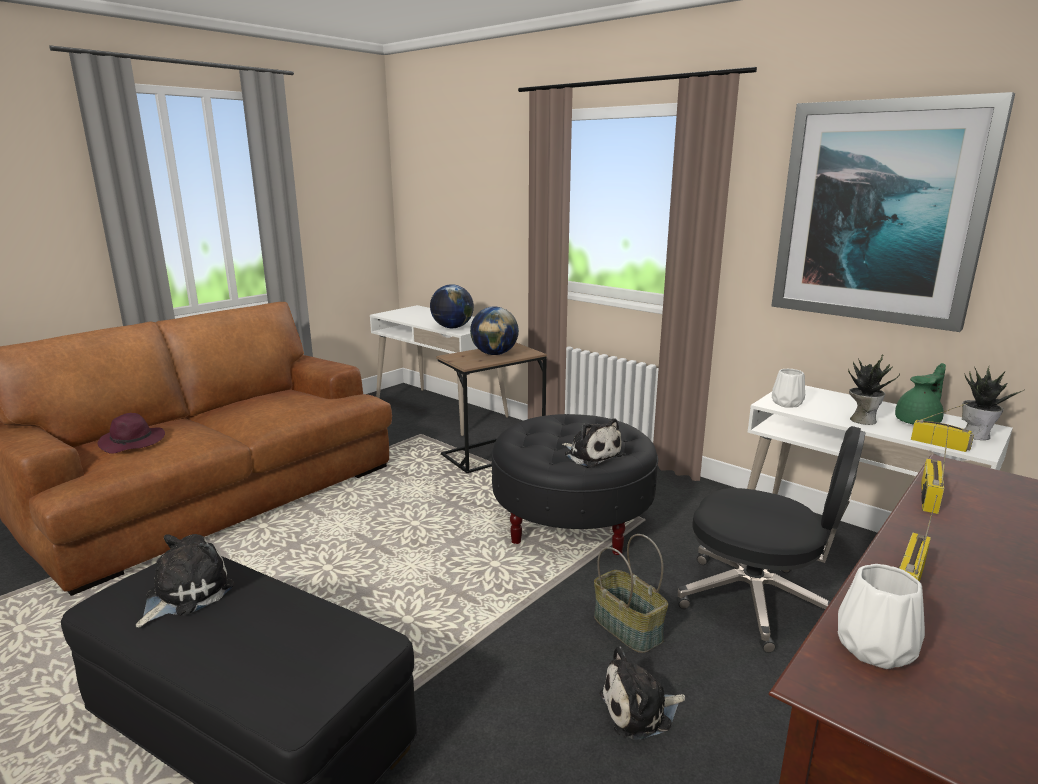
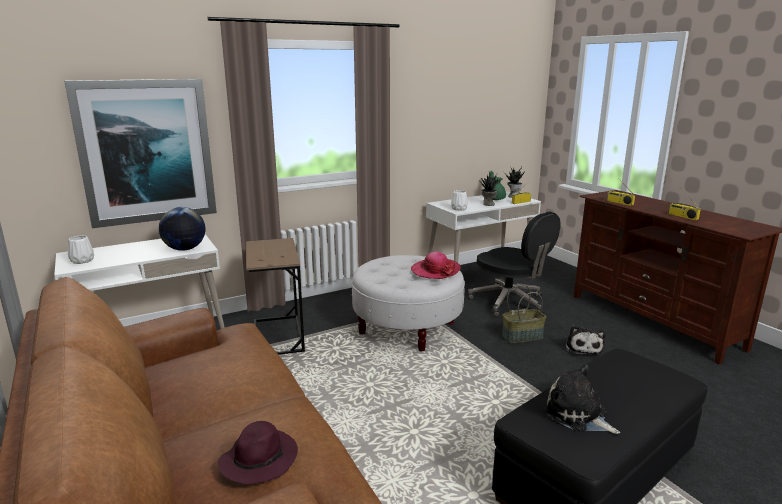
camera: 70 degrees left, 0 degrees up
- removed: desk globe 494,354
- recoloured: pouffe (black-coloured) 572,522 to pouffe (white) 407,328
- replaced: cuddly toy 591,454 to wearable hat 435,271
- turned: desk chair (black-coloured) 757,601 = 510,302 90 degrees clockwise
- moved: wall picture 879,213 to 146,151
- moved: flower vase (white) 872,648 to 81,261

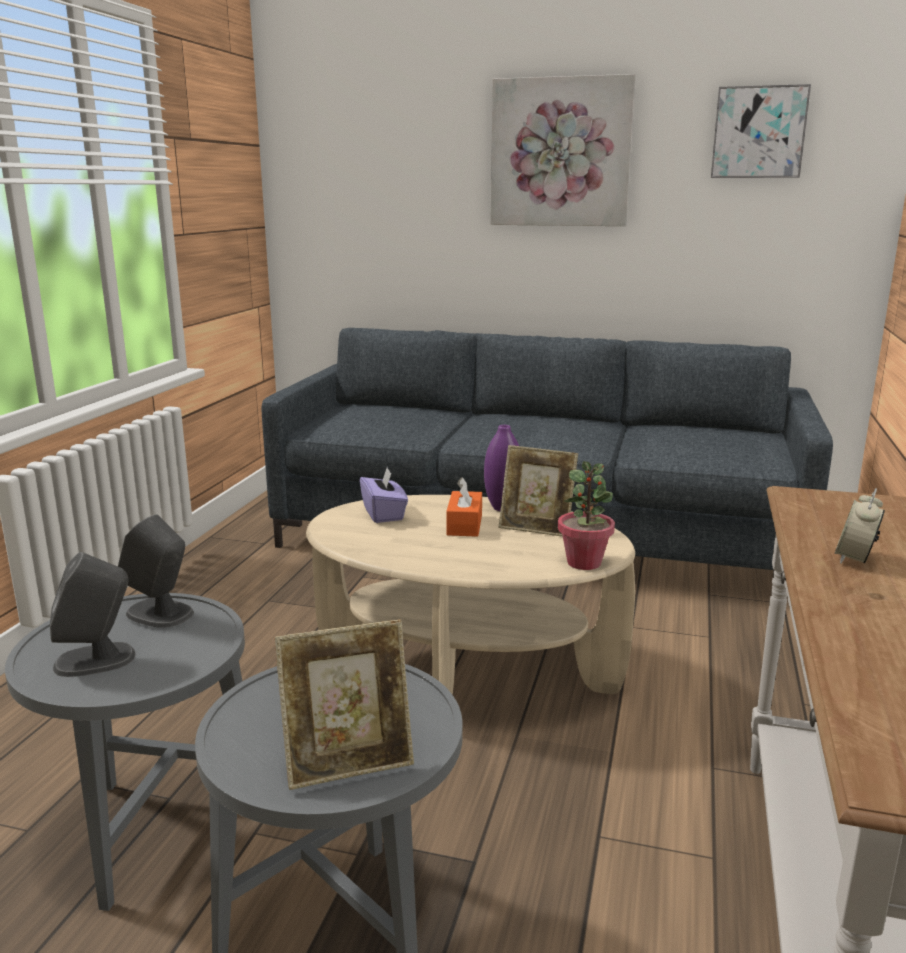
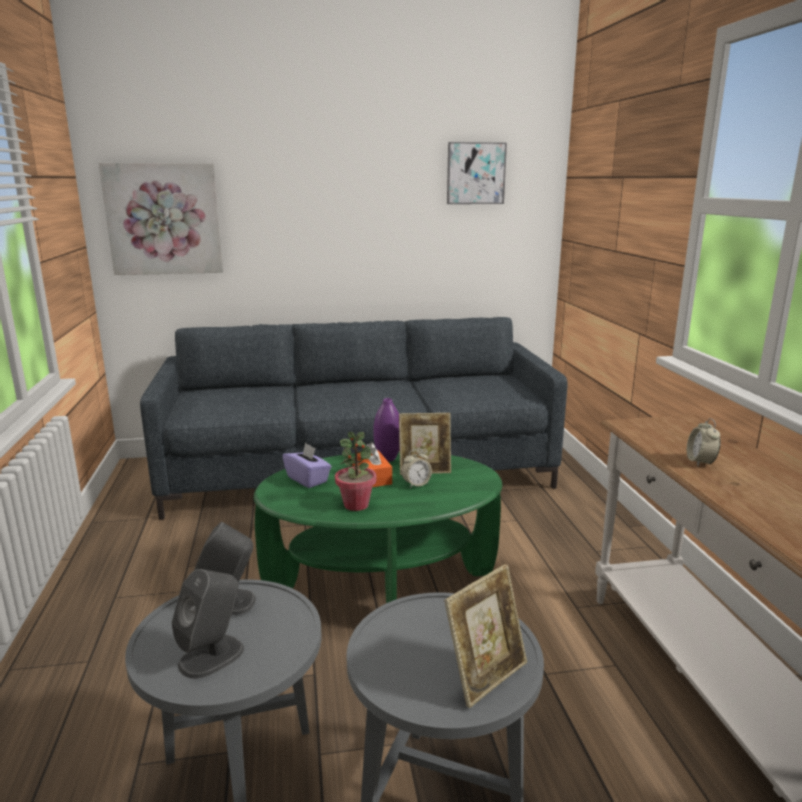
camera: 25 degrees left, 0 degrees up
- recoloured: low table (beige-coloured) 465,671 to low table (green) 381,584
- moved: wall picture 560,153 to 164,219
- moved: potted plant 584,562 to 356,504
- added: table clock 416,484

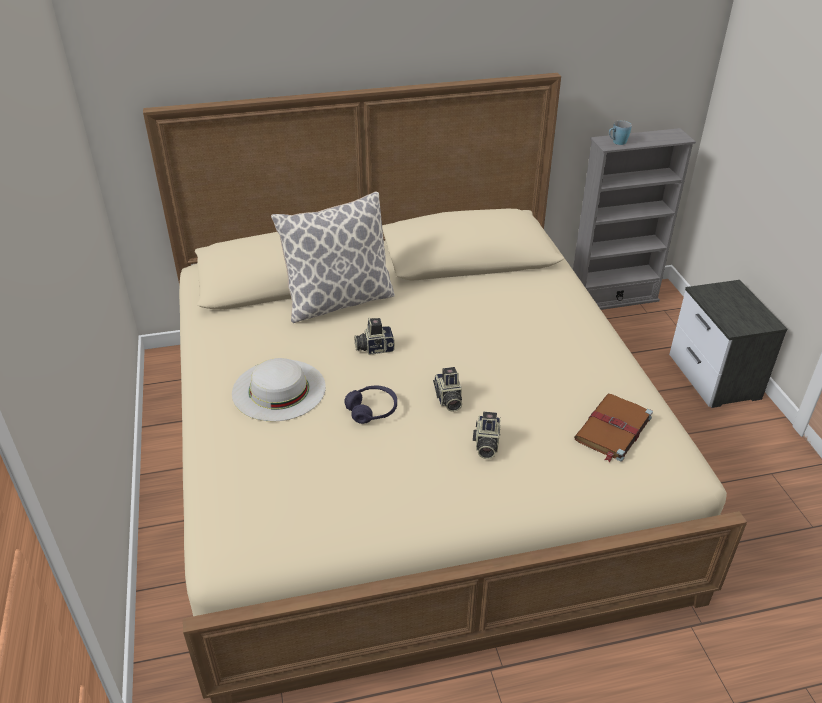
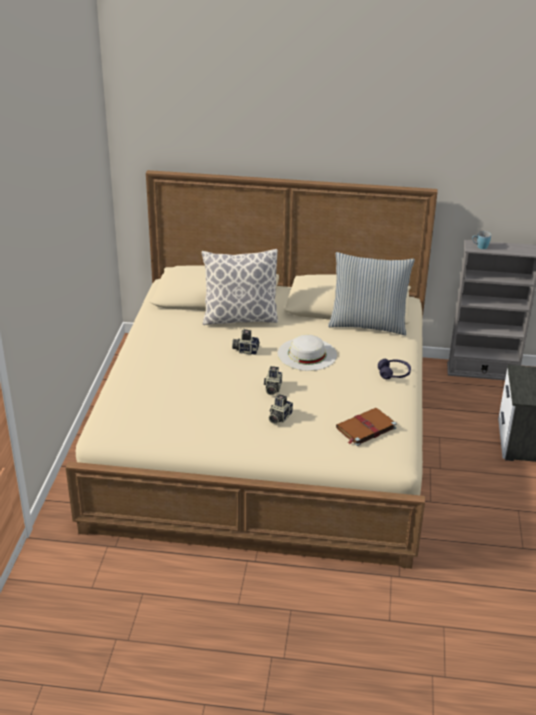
camera: 20 degrees right, 5 degrees down
- moved: wearable hat (white) 279,389 to 307,354
- moved: headphones (purplish) 372,410 to 394,374
- added: pillow 368,324

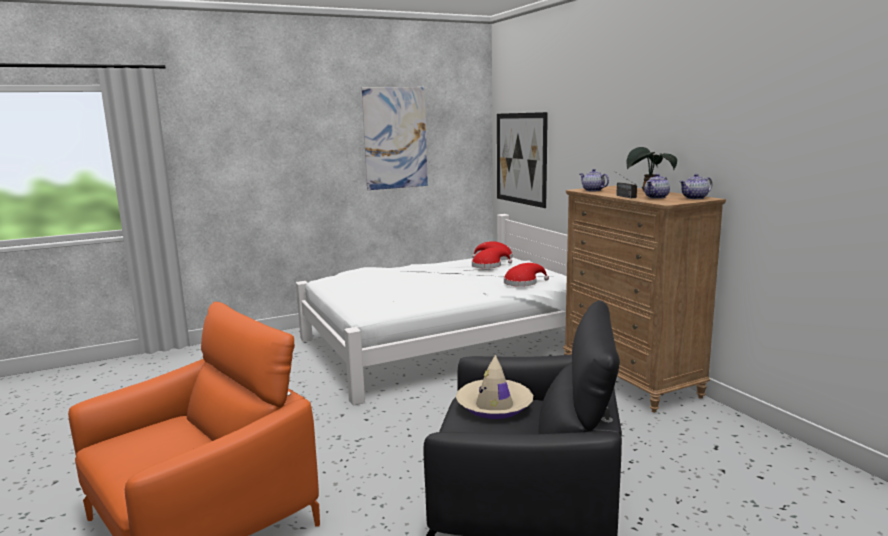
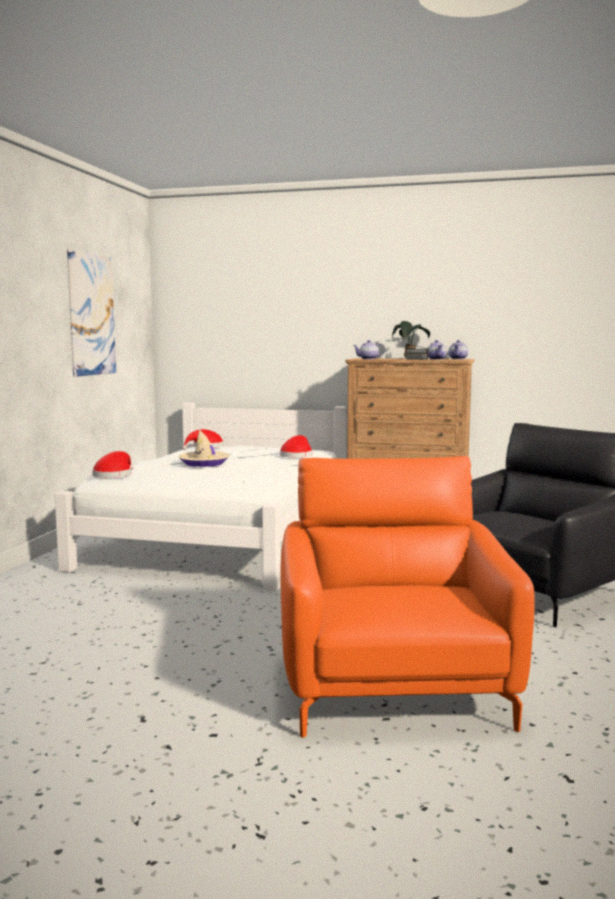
camera: 50 degrees left, 5 degrees down
- moved: wearable hat (beige-coloured) 494,406 to 204,463
- moved: wearable hat (red) 489,266 to 114,475
- removed: wall picture 520,158

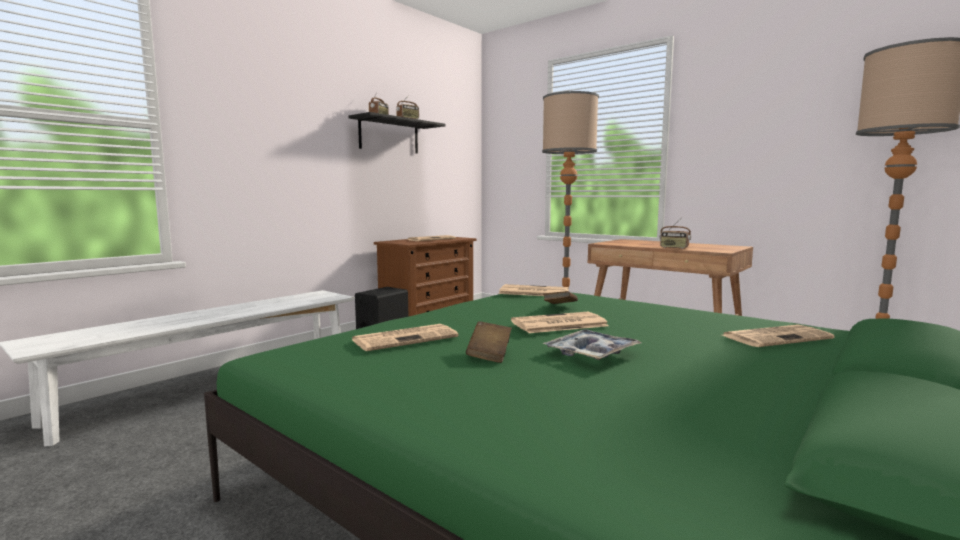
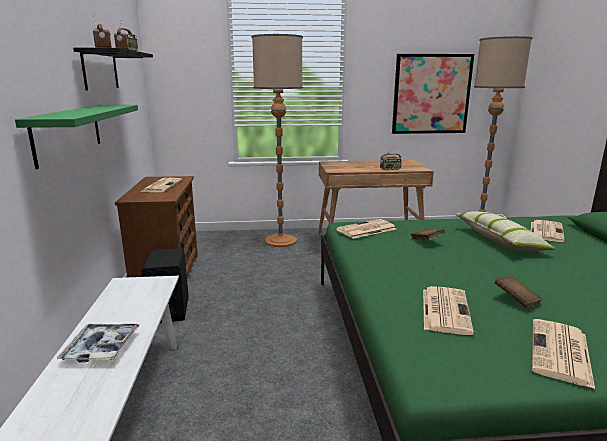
camera: 45 degrees left, 10 degrees up
- moved: printed paper 558,324 to 561,353
- moved: tray 591,353 to 101,348
- added: shelf (green) 68,132
- added: wall picture 431,94
- added: pillow 499,240

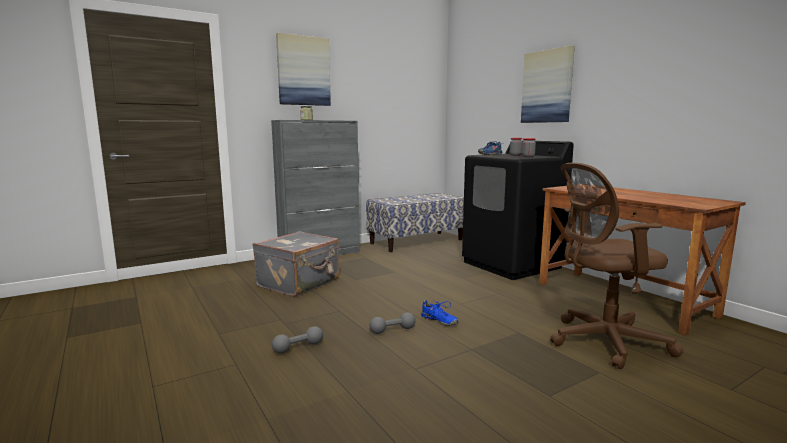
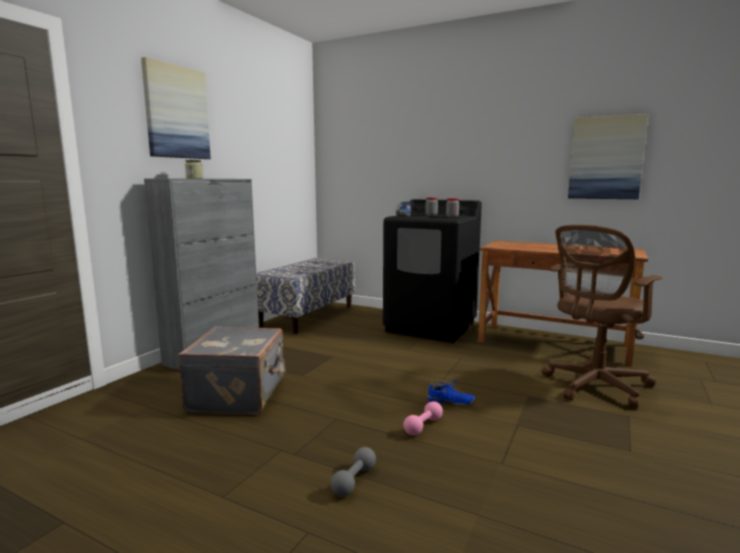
camera: 30 degrees left, 0 degrees up
- recoloured: hand weight (greyish) 392,330 to hand weight (pink) 423,426
- moved: wall picture 547,86 to 606,158

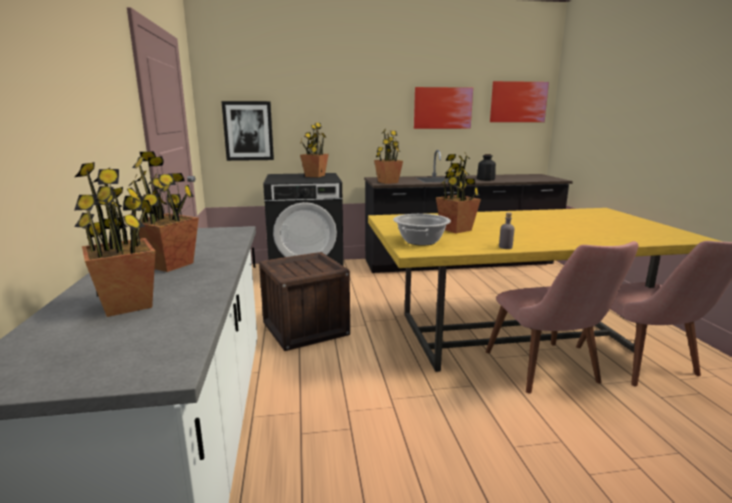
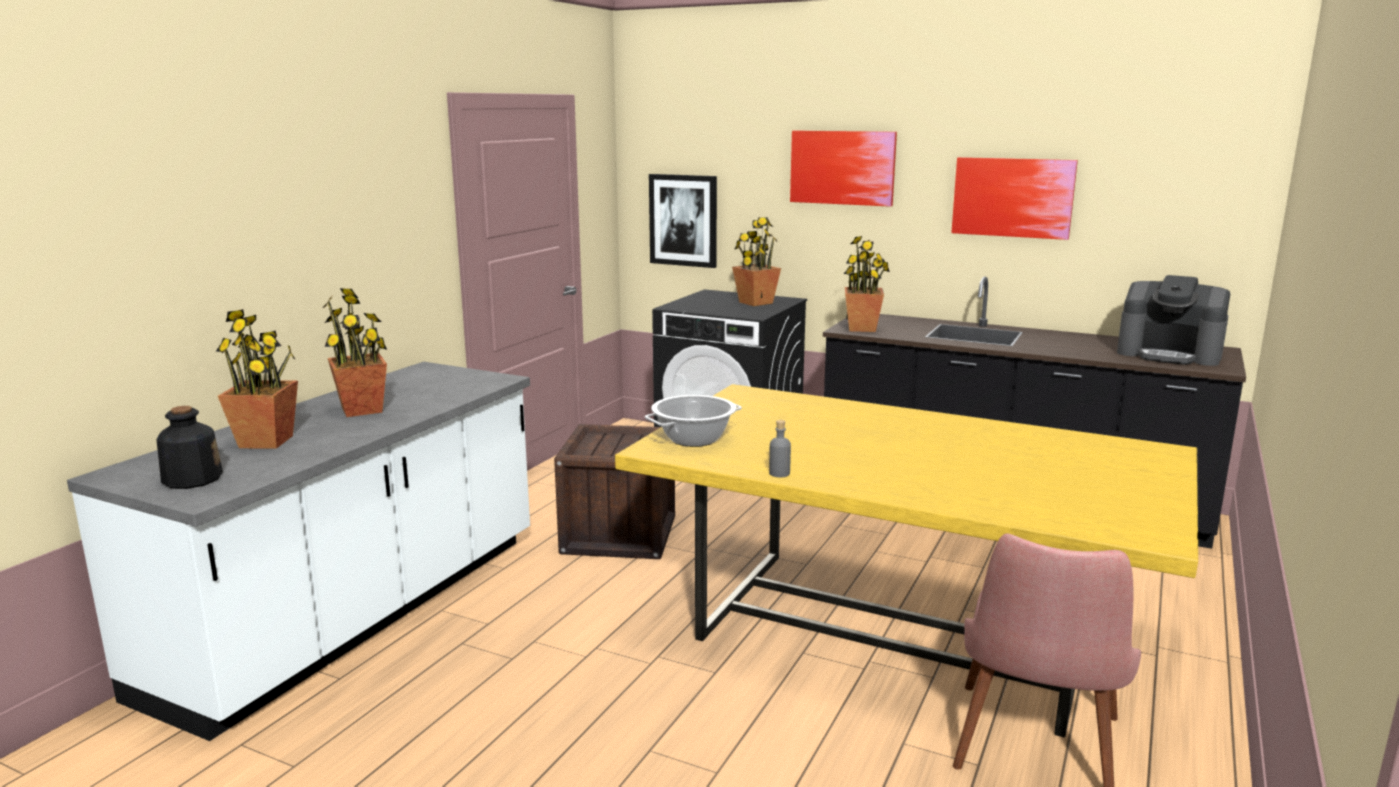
camera: 35 degrees right, 0 degrees up
- removed: potted plant 456,229
- moved: drink bottle 485,179 to 191,479
- removed: upright chair (pink) 549,373
- moved: wall picture 518,102 to 842,167
- added: coffee maker 1169,354

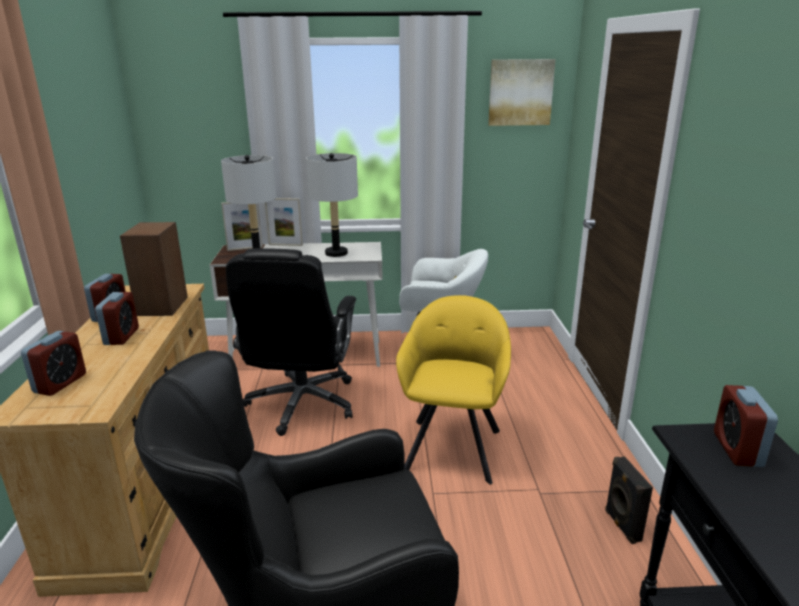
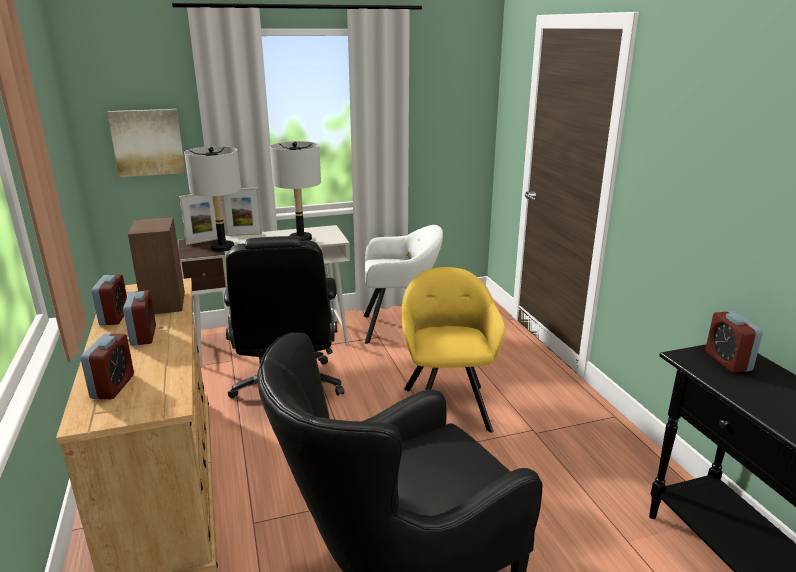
camera: 15 degrees left, 0 degrees up
- moved: wall picture 520,92 to 148,142
- removed: audio speaker (black-coloured) 621,525

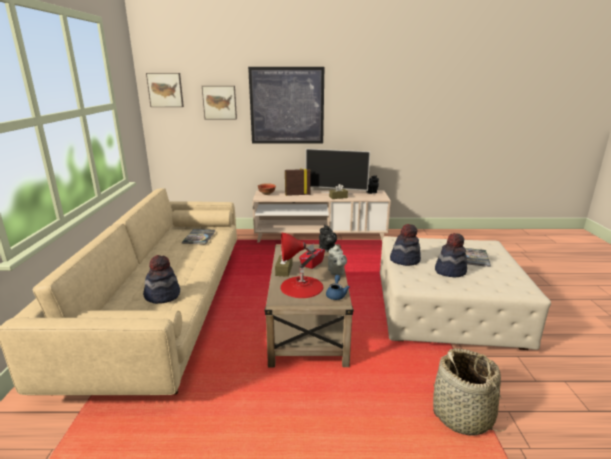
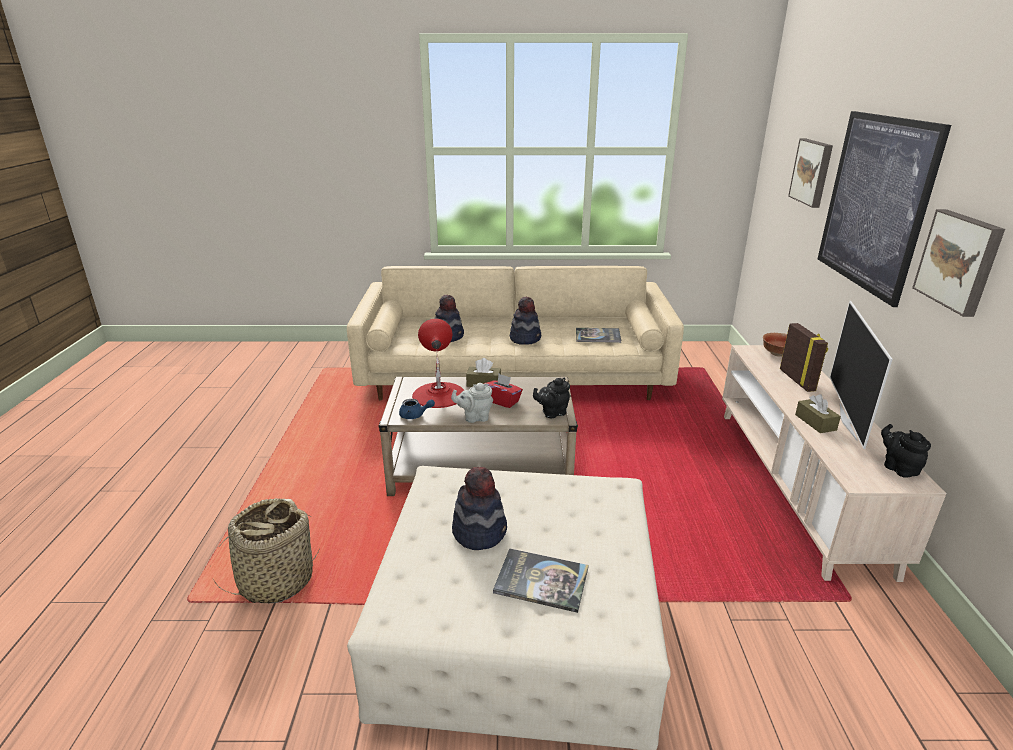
camera: 90 degrees right, 5 degrees up
- moved: wall picture 165,90 to 959,261
- moved: wearable hat 405,260 to 525,338

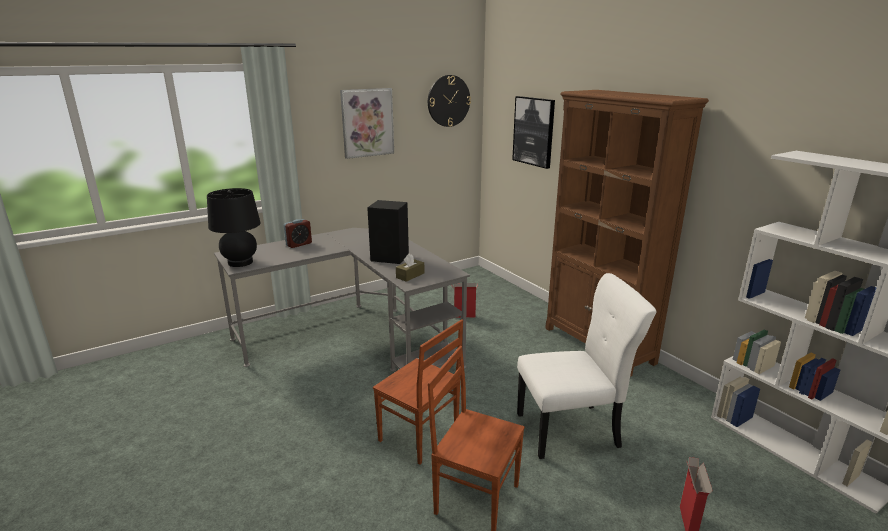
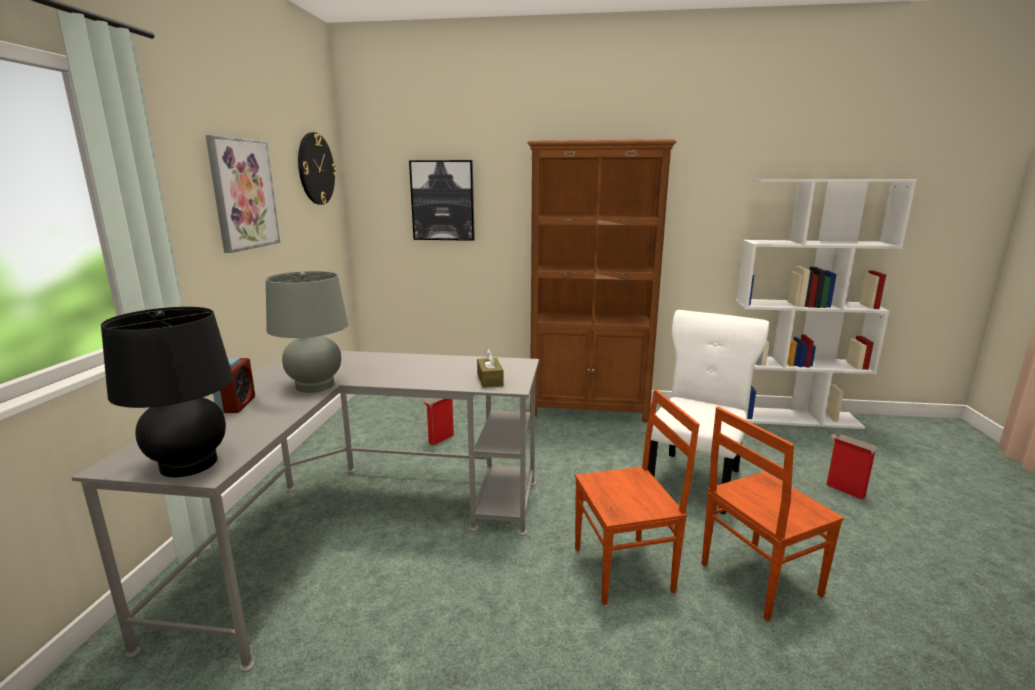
camera: 50 degrees left, 5 degrees down
- removed: audio speaker (black-coloured) 390,257
- added: lamp for a table (greyish) 315,385

